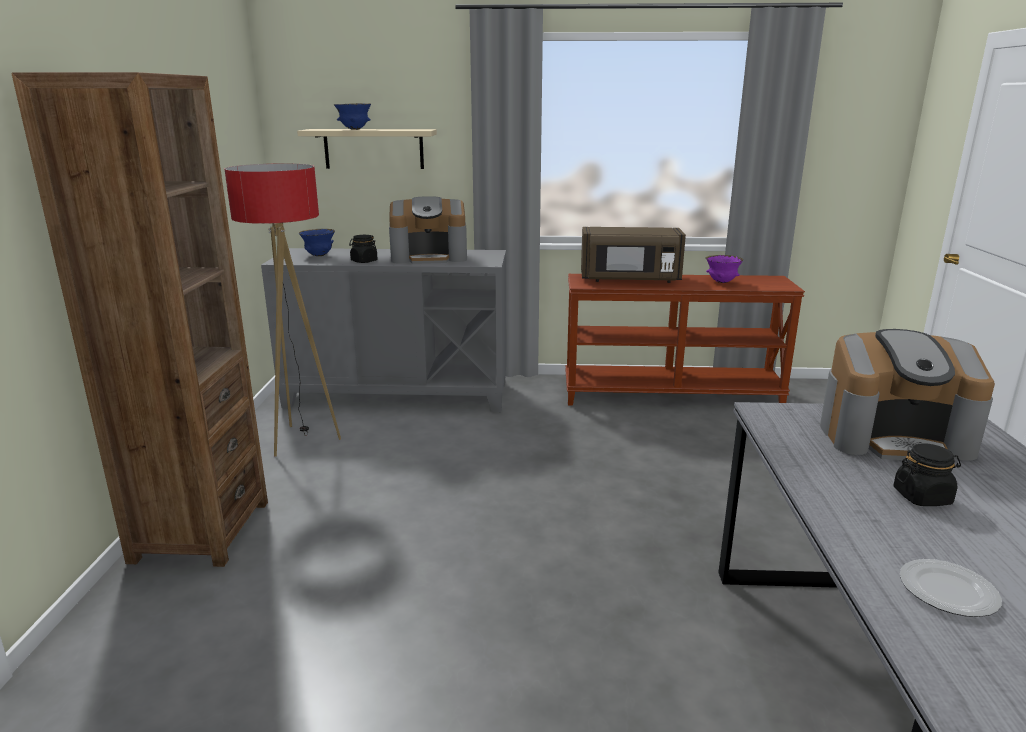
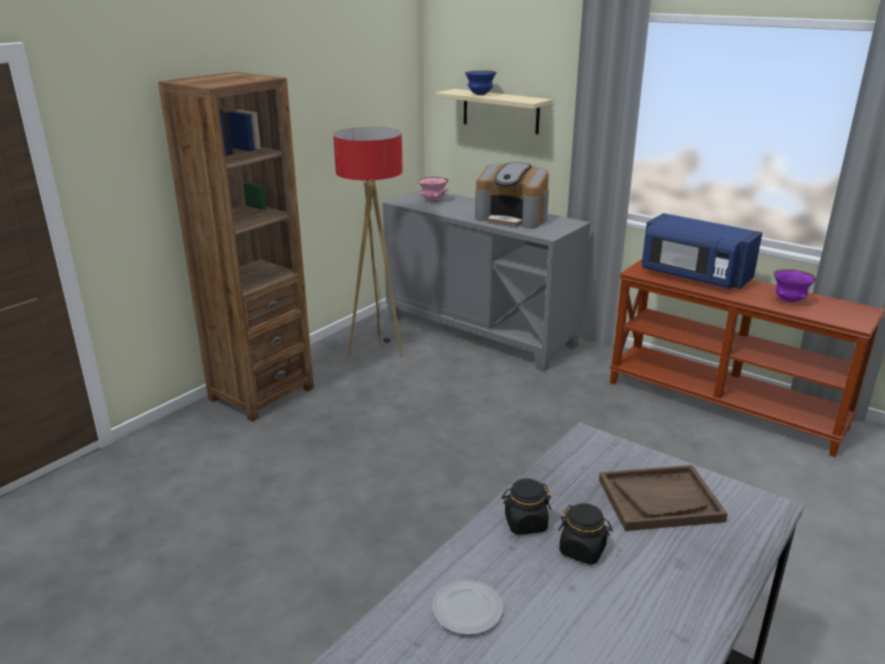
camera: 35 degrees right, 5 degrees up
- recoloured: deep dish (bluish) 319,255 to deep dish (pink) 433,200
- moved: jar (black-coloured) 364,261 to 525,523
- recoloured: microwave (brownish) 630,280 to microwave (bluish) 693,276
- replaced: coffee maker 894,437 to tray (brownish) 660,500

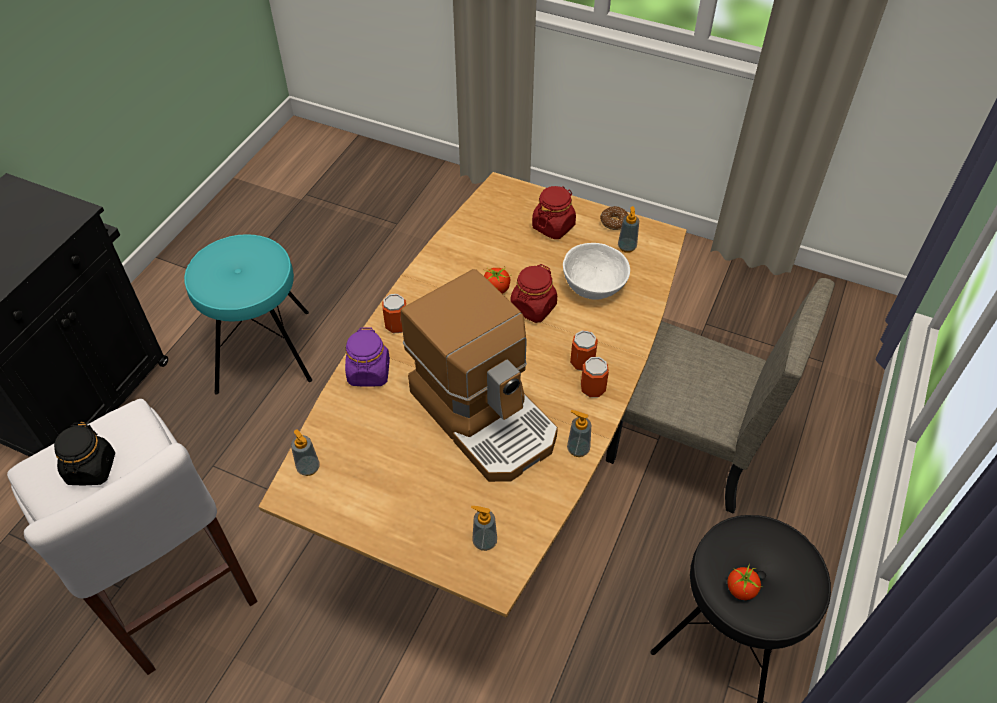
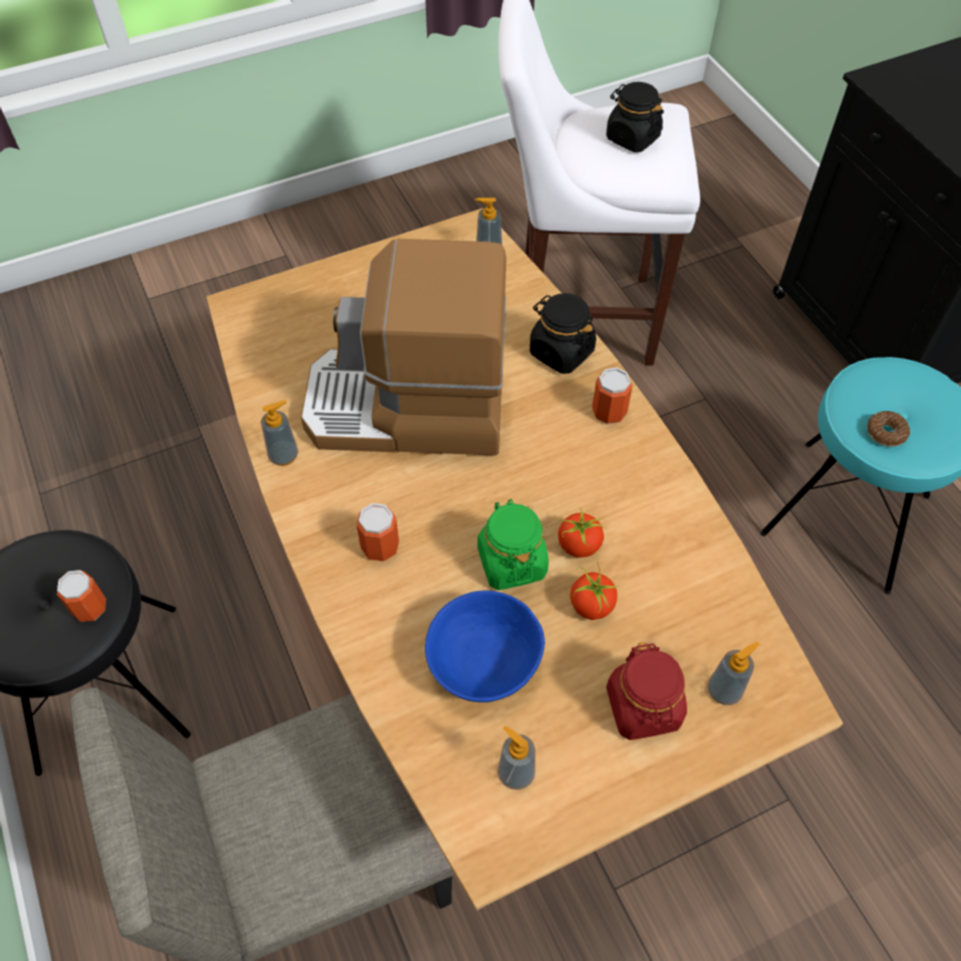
camera: 130 degrees right, 5 degrees up
- recoloured: jar (purplish) 369,373 to jar (black-coloured) 561,352
- moved: soap dispenser 484,541 to 724,691
- recoloured: jar (red) 533,307 to jar (green) 511,562
- recoloured: deep dish (white) 592,285 to deep dish (bluish) 485,661
- moved: metal can 593,389 to 90,608
- moved: doughnut 614,222 to 886,433
- moved: fresh tomato 741,590 to 591,605

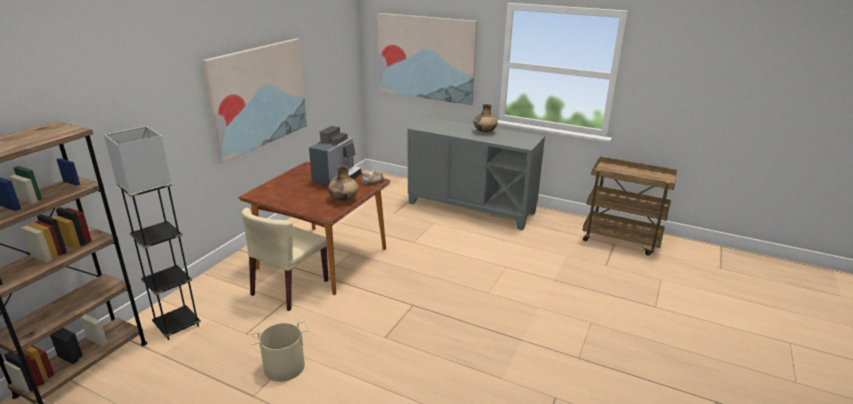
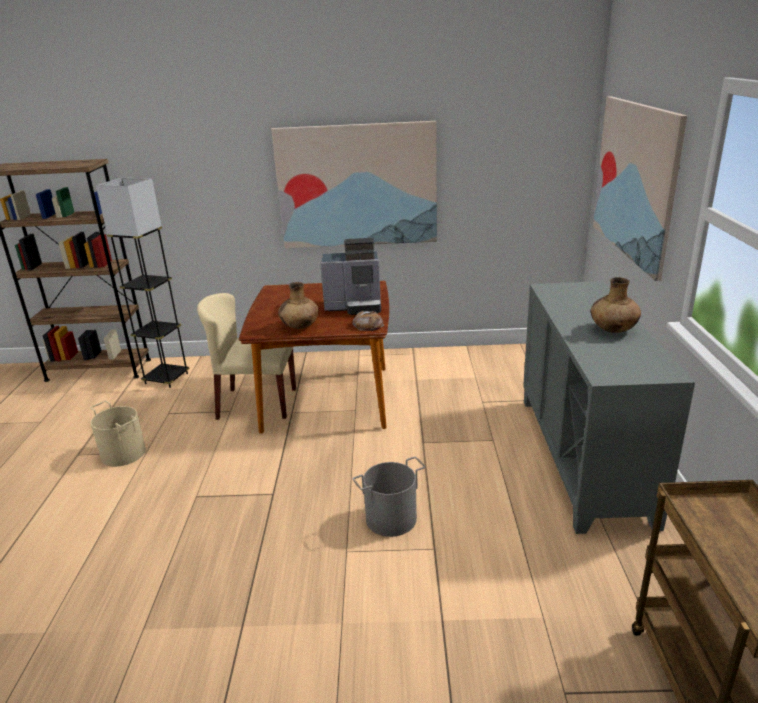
camera: 65 degrees right, 0 degrees up
- added: bucket (greyish) 391,519

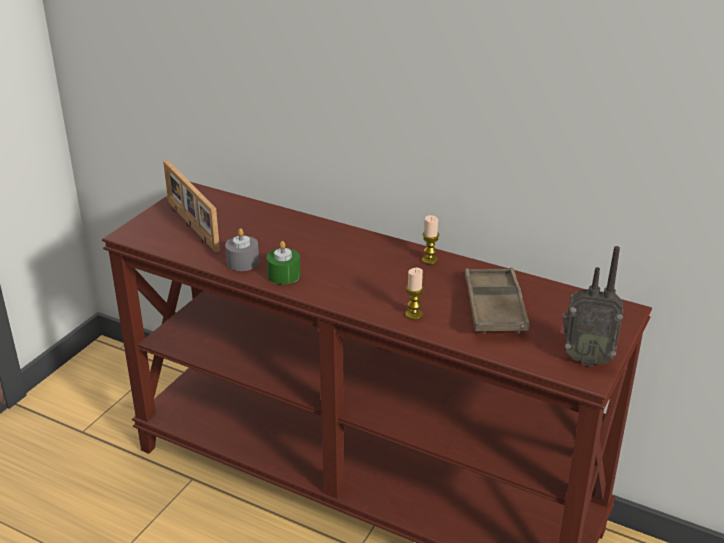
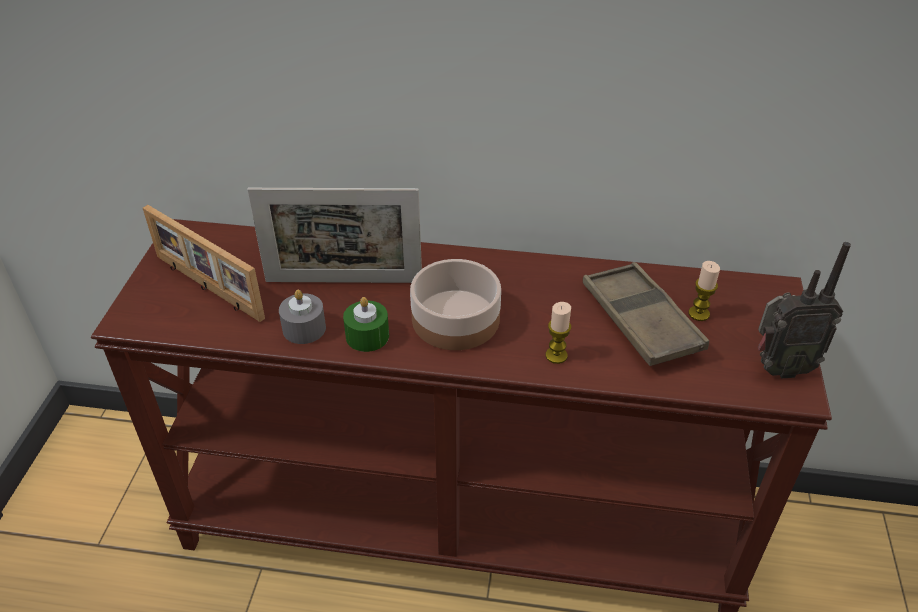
camera: 20 degrees left, 10 degrees up
- moved: candle 429,260 to 699,314
- added: photo frame 344,281
- added: deep dish 454,318

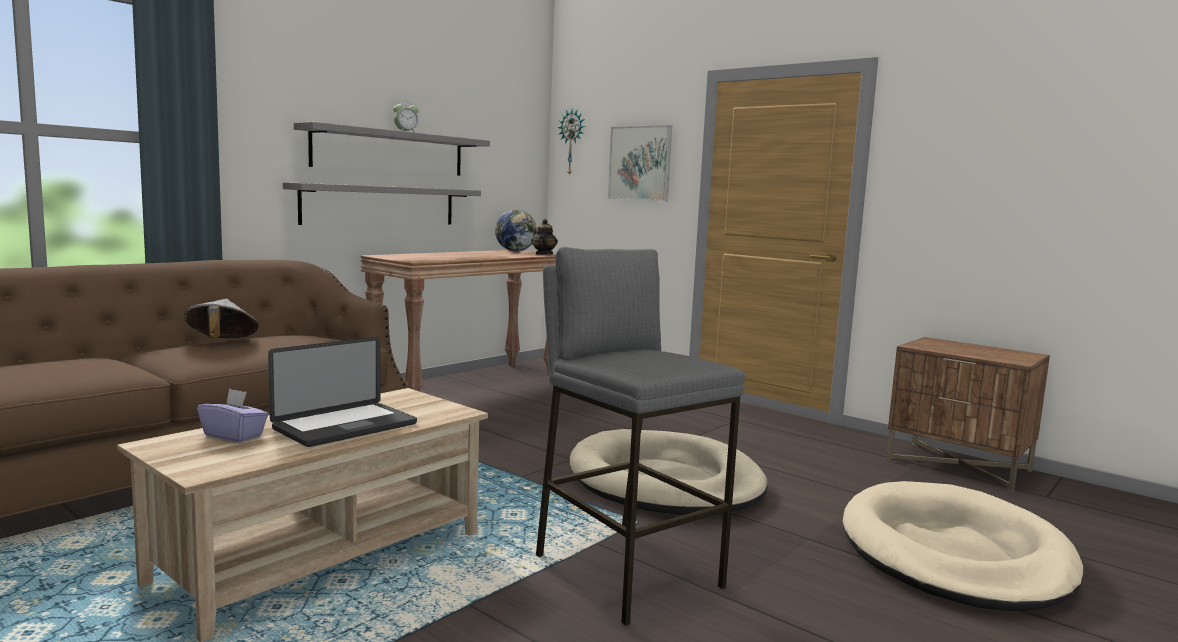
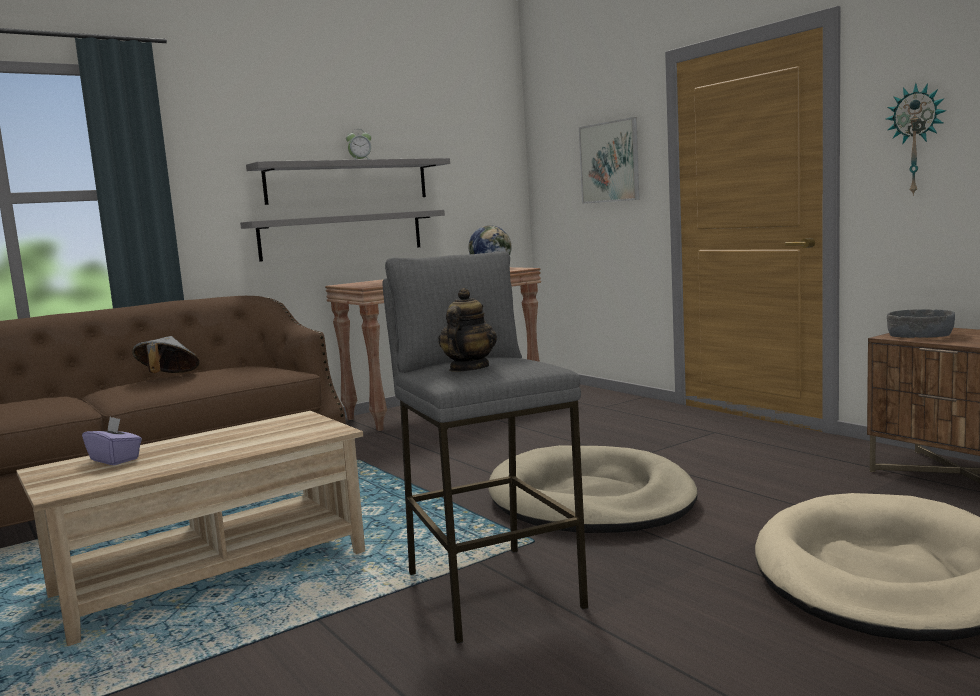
camera: 15 degrees right, 0 degrees up
- removed: notebook computer 345,426
- moved: tea pot 543,254 to 468,368
- moved: hanging clock 572,142 to 916,140
- added: deep dish (greyish) 920,335

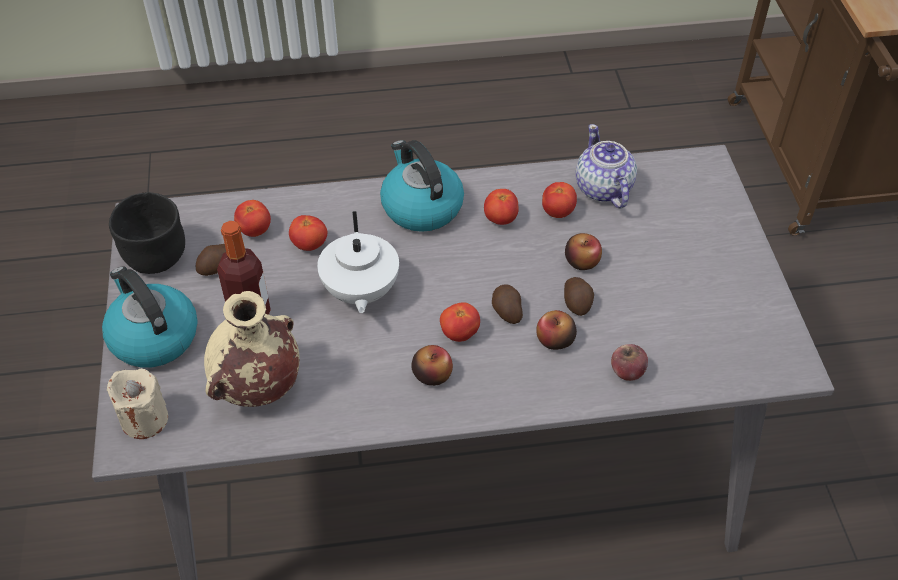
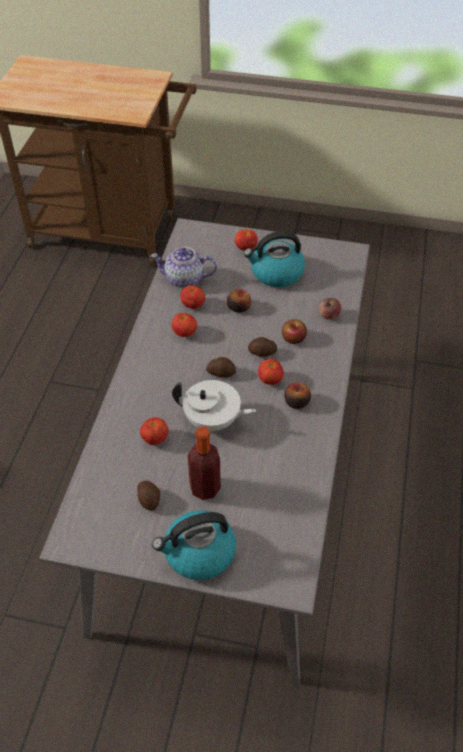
camera: 70 degrees left, 0 degrees up
- removed: candle (beige-coloured) 144,419
- removed: deep dish (black-coloured) 155,258
- removed: flower vase (beige-coloured) 257,387
- moved: fresh tomato 254,230 to 246,248
- moved: tea kettle 421,207 to 276,273
- moved: potato 577,303 to 221,372

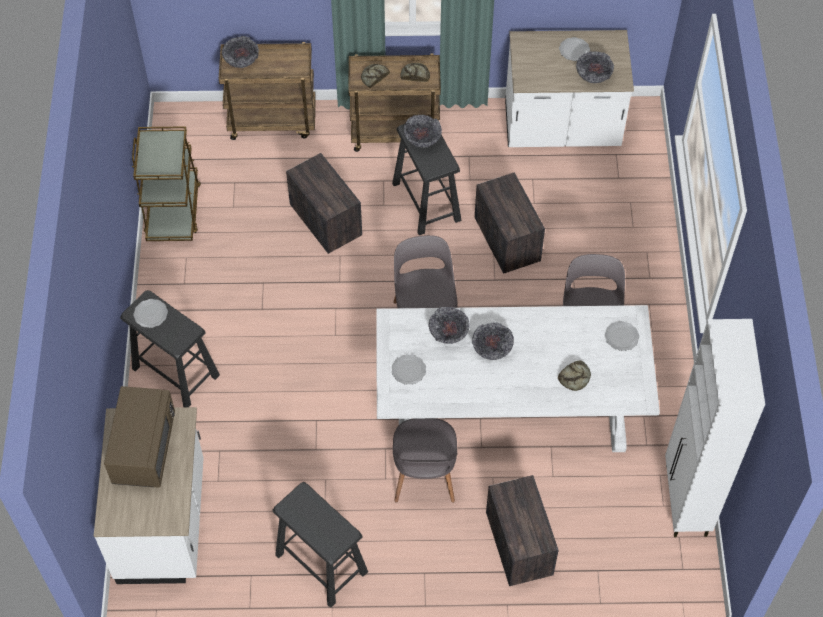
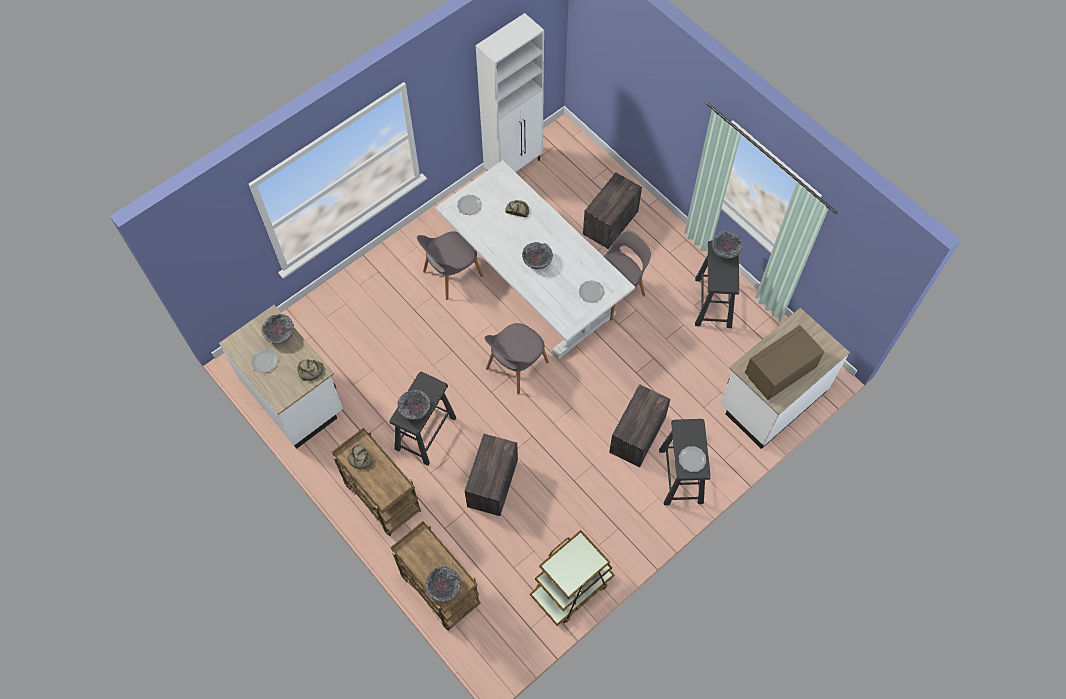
camera: 130 degrees left, 5 degrees up
- moved: baked bread 374,77 to 310,371
- moved: deep dish 448,333 to 725,251
- moved: packing crate 506,238 to 637,436

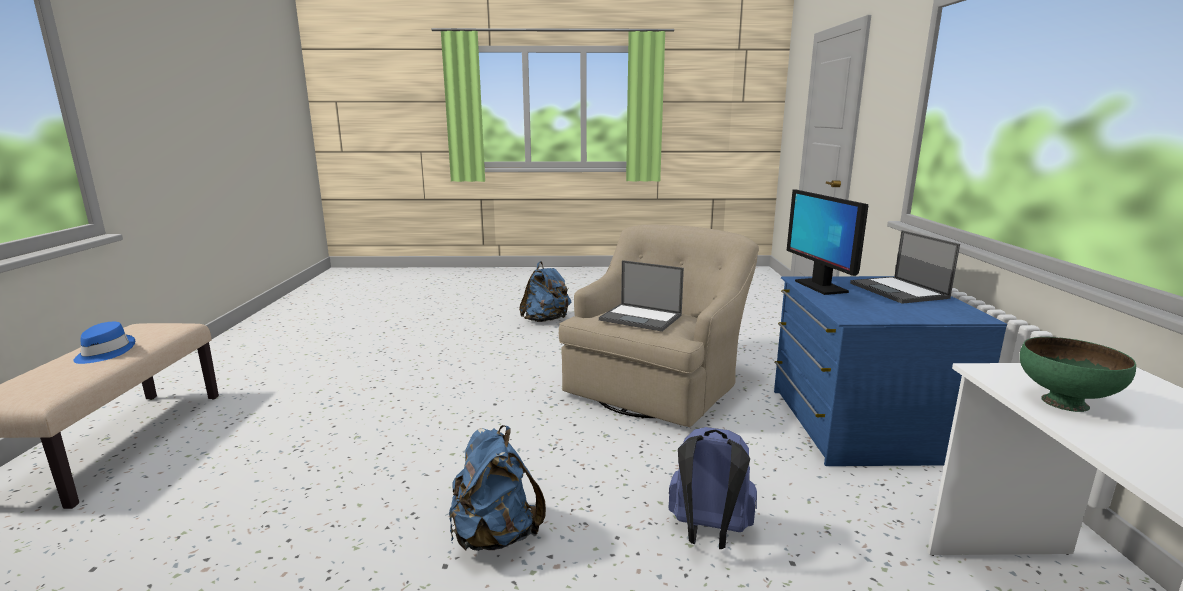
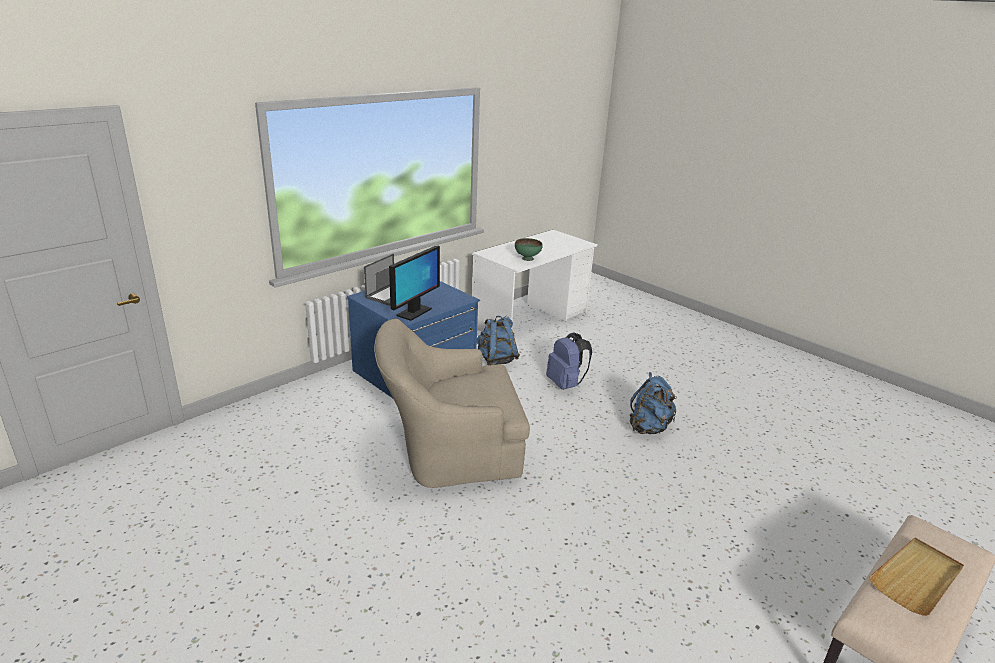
camera: 135 degrees left, 10 degrees up
- replaced: wearable hat (bluish) 104,352 to tray (beige-coloured) 916,578
- moved: rucksack (bluish) 546,320 to 496,360
- removed: notebook computer 641,318

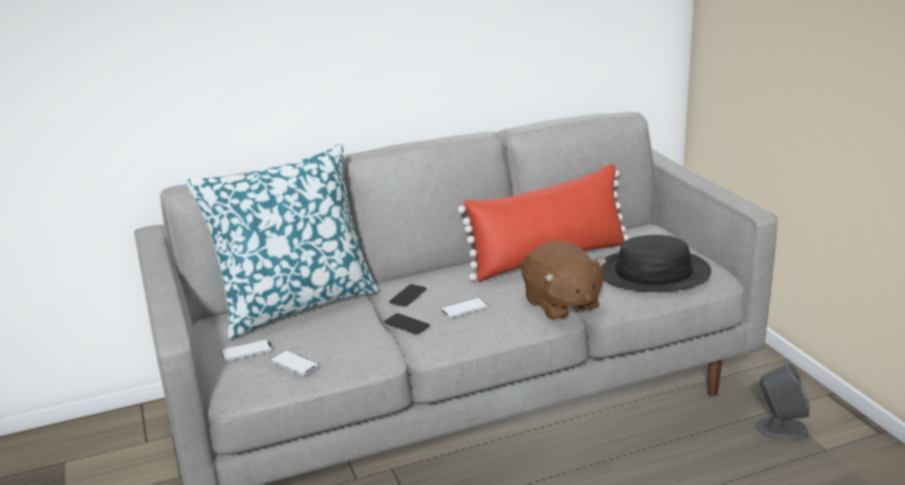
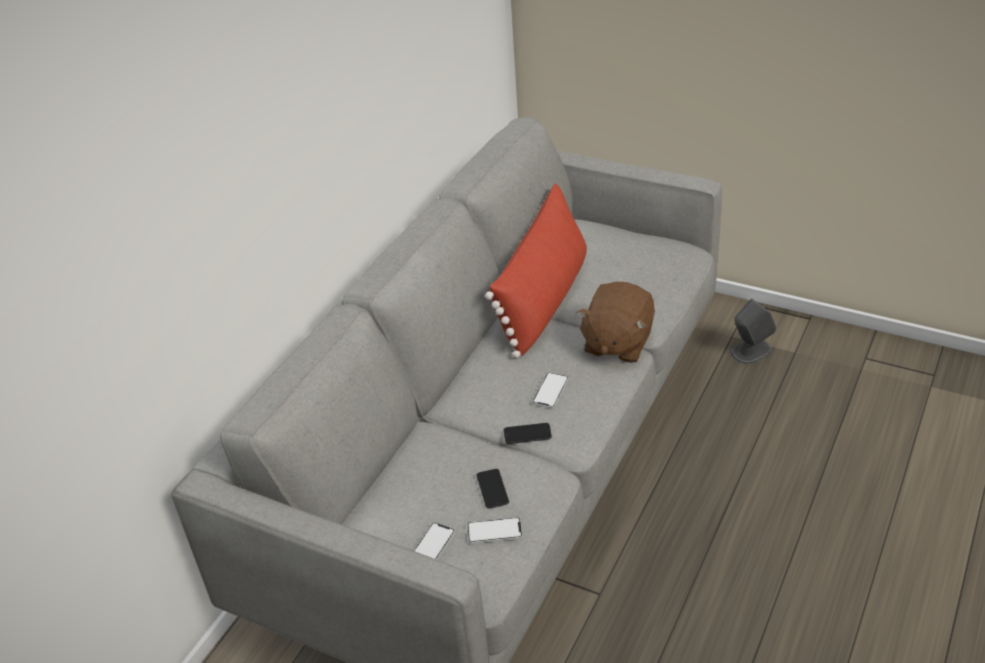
camera: 40 degrees left, 15 degrees up
- removed: pillow 295,304
- moved: handset 408,296 to 492,489
- turned: cuddly toy (brownish) 561,305 = 617,343 90 degrees clockwise
- removed: wearable hat (black-coloured) 653,273

